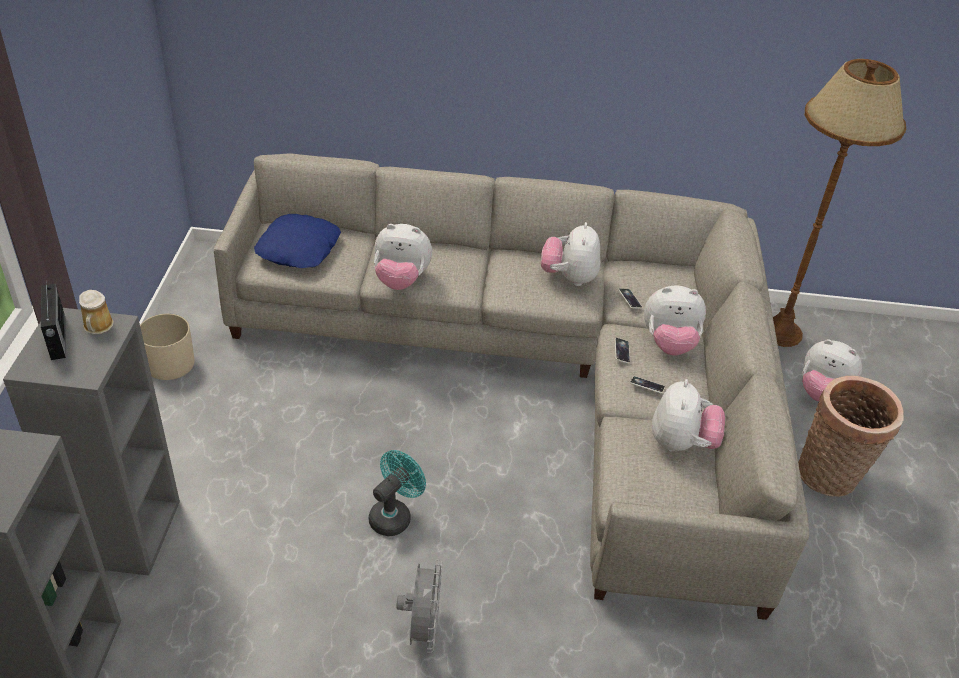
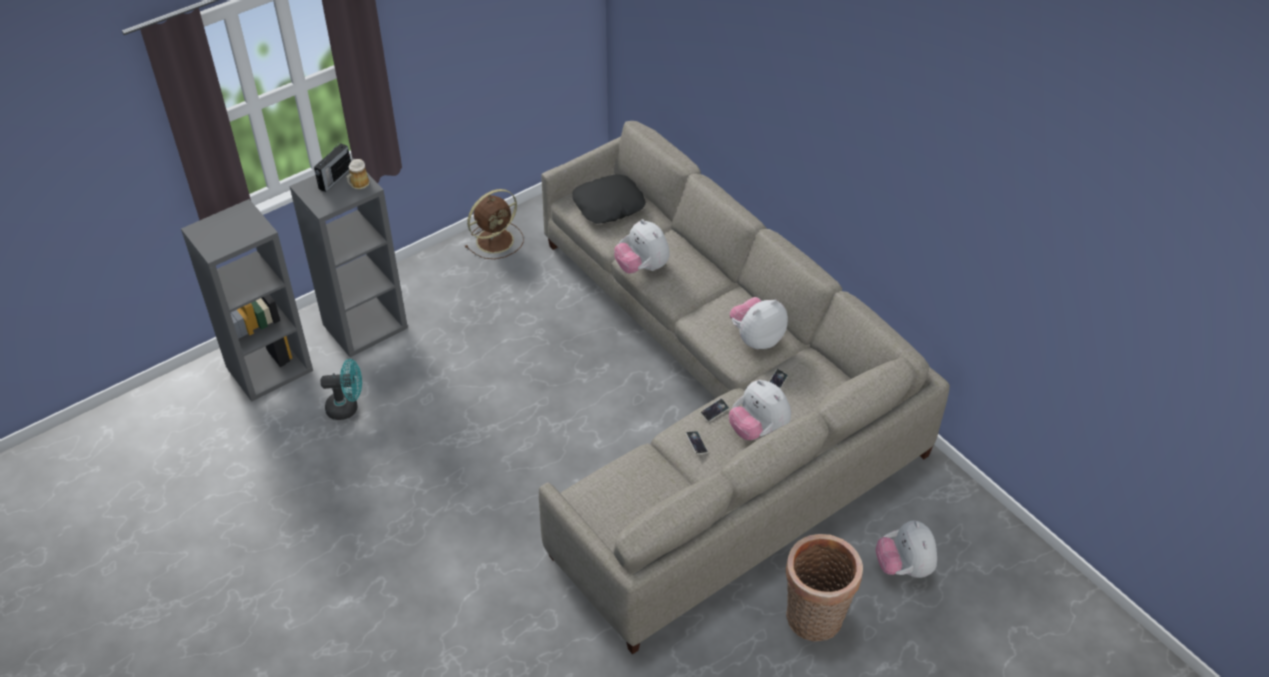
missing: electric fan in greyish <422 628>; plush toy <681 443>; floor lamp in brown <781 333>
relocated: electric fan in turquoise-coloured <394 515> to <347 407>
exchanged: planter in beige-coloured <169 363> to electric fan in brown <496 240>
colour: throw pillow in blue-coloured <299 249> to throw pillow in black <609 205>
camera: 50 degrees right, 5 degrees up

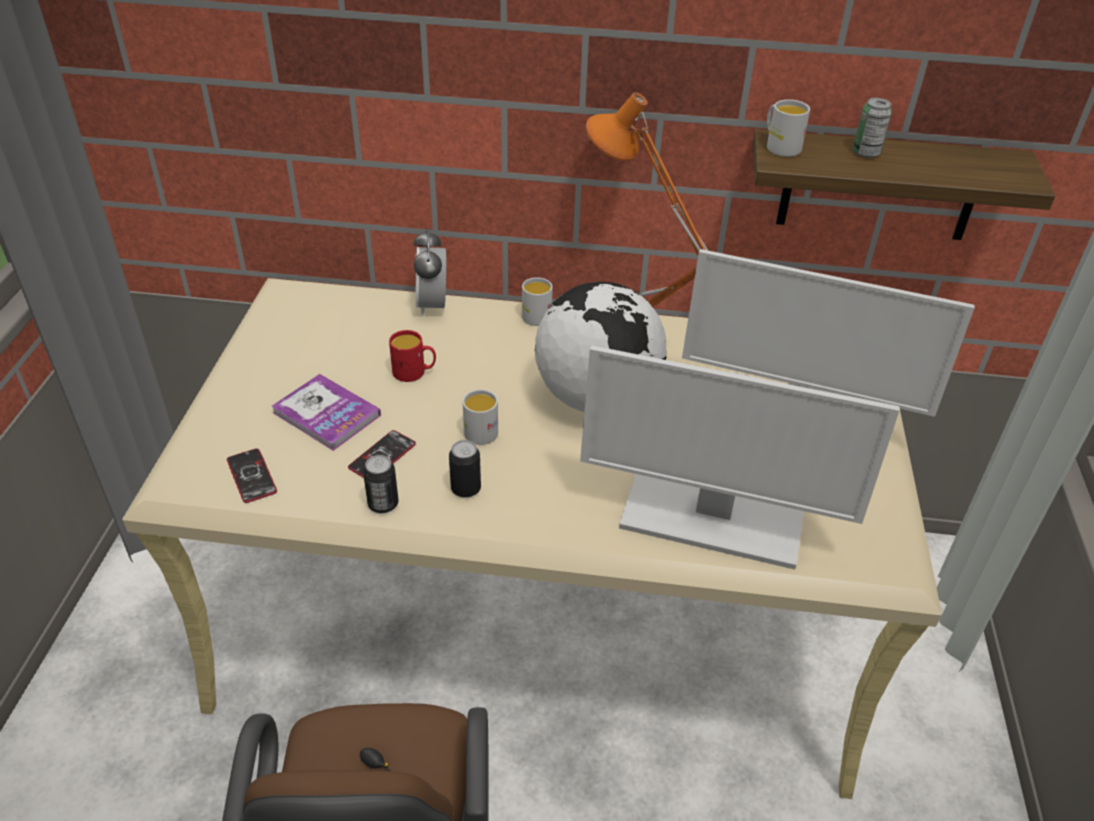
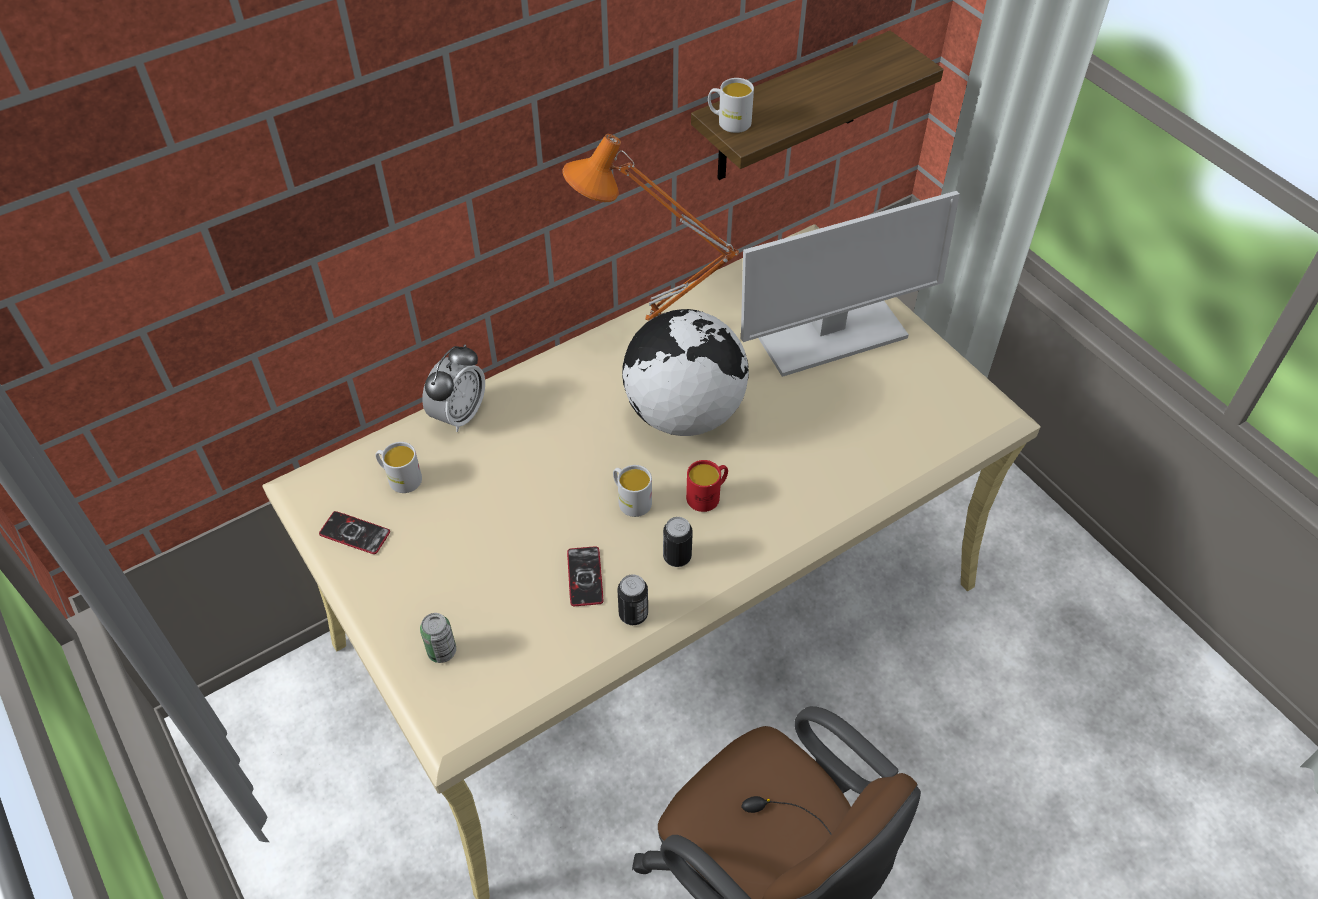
missing: book <326 414>; monitor <710 518>
relocated: phone <252 476> to <355 533>; tea mug in whitish <534 314> to <400 478>; can <866 152> to <442 651>; tea mug in red <414 372> to <708 495>
spun: bedside clock <432 305> = <459 415> 105 degrees counterclockwise
camera: 40 degrees left, 10 degrees up

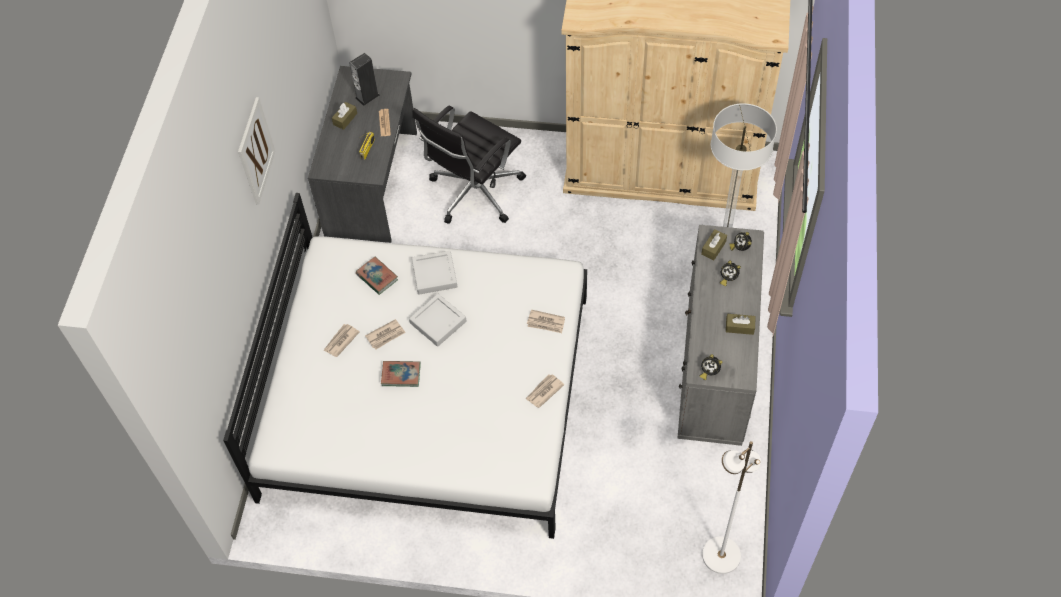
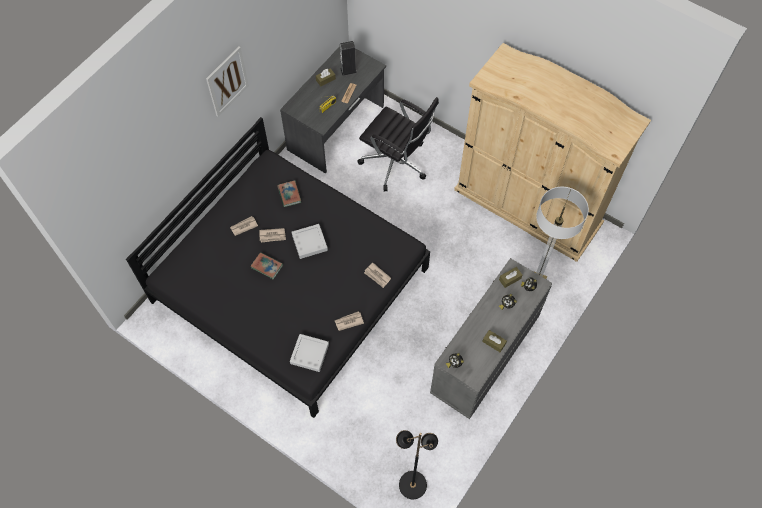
relocated: tray in greyish <434 275> to <309 354>
colour: sleeping bed in whitish <427 394> to sleeping bed in black <290 284>; floor lamp in whitish <720 555> to floor lamp in black <412 484>
spun: office chair in black <474 193> = <396 163> 120 degrees counterclockwise
camera: 25 degrees right, 5 degrees up

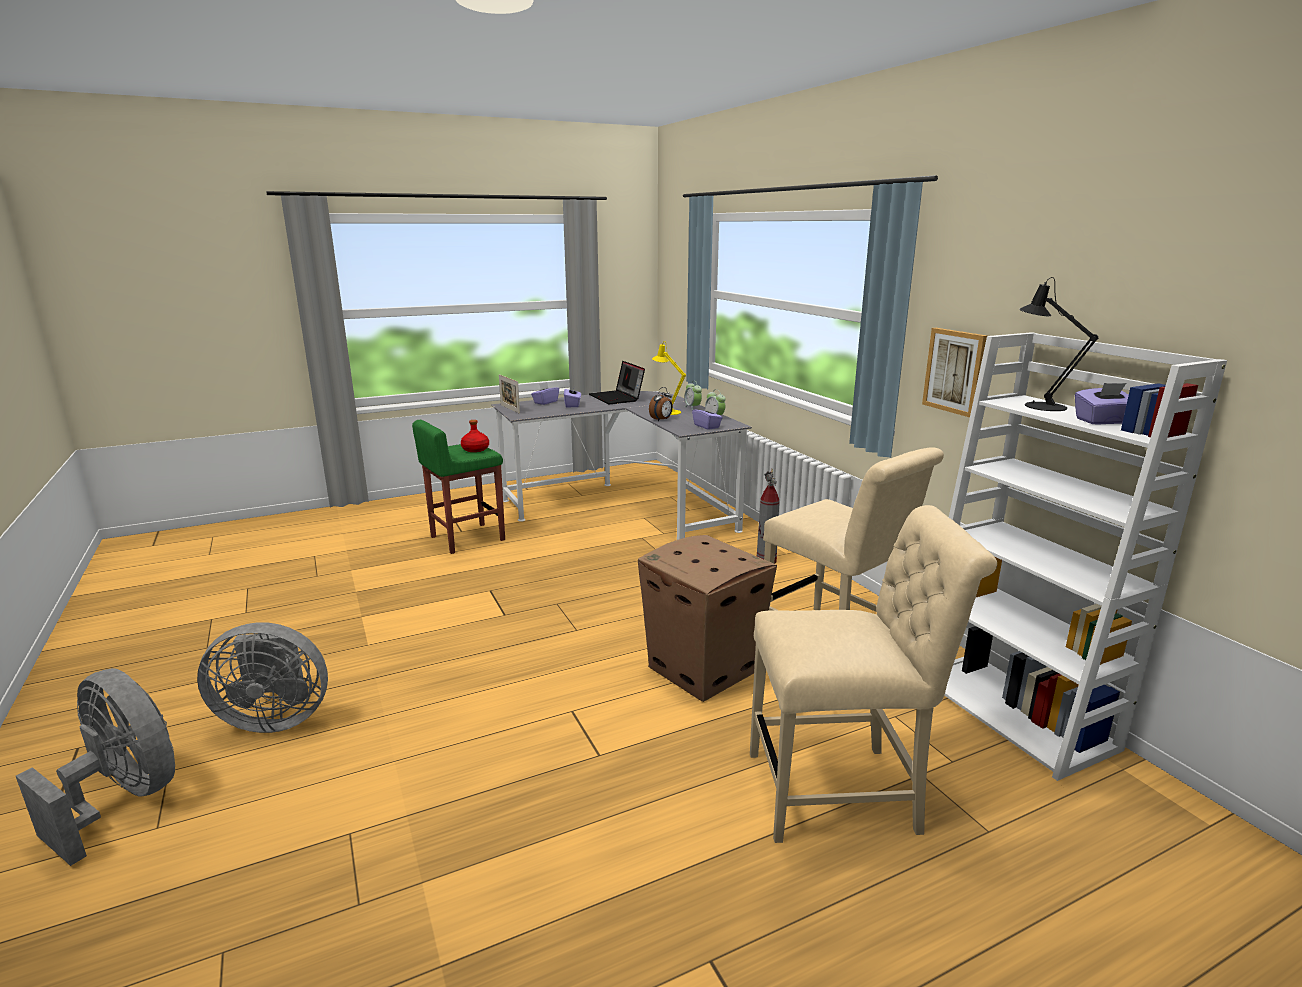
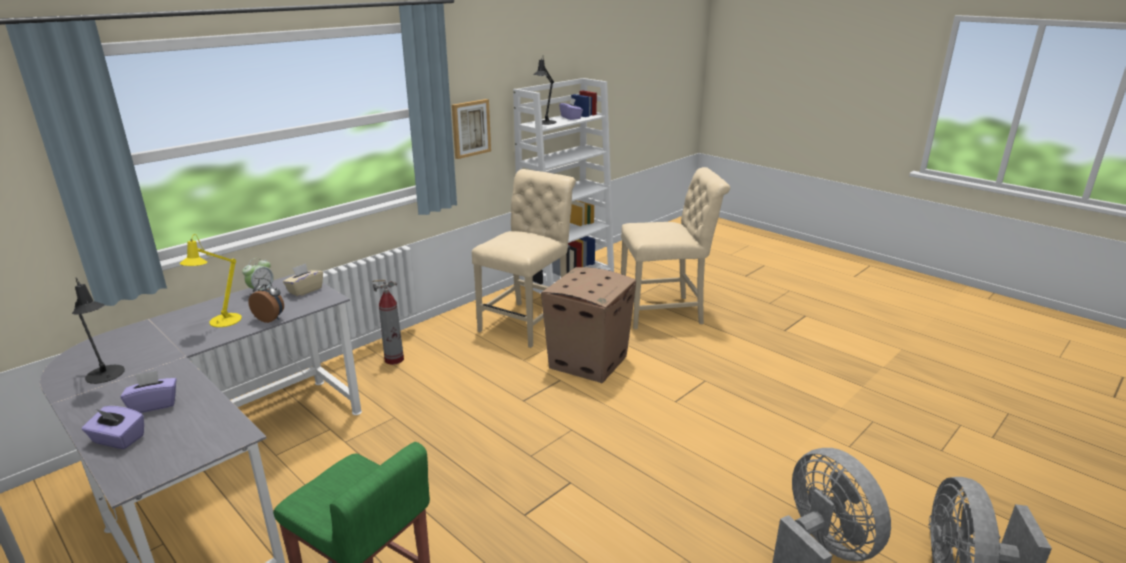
missing: drink bottle in red <475 449>; picture frame <510 409>; bedside clock <692 408>
exchanged: laptop <617 398> to table lamp in black <106 376>
colour: box of tissues in purplish <707 426> to box of tissues in beige-coloured <305 290>
spun: plain chair in beige-coloured <842 792> = <666 312> 105 degrees clockwise
camera: 110 degrees left, 5 degrees up

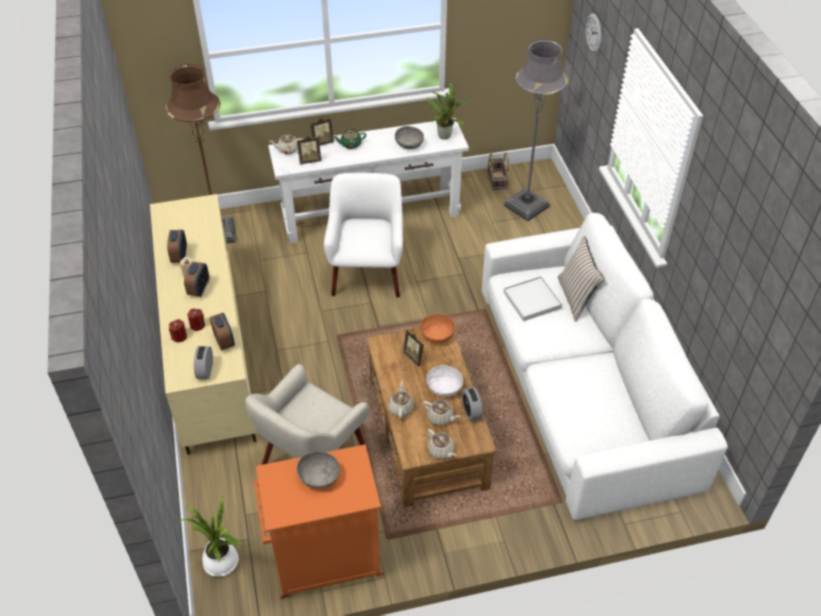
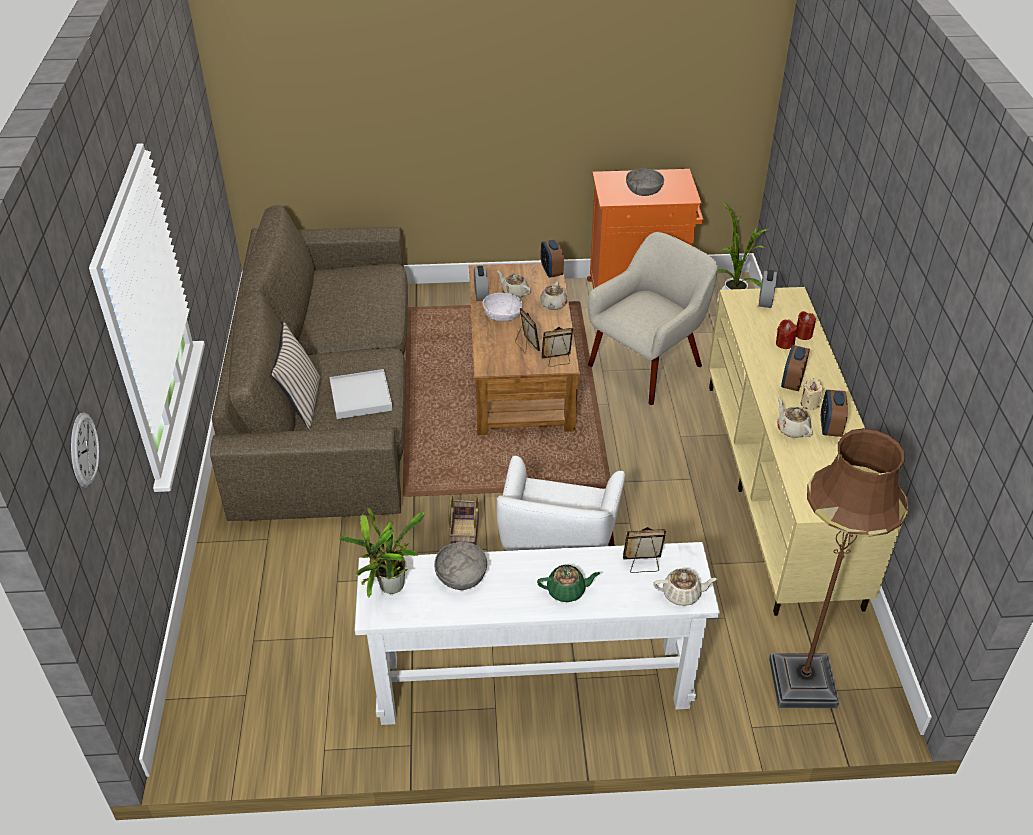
missing: deep dish in orange-coloured <437 335>; floor lamp in greyish <526 206>
relocated: household basket <498 181> to <464 535>; bedside clock <224 341> to <551 271>; picture frame <322 142> to <557 361>; teapot in beige-coloured <441 450> to <792 429>
colour: sofa in whitish <582 385> to sofa in brown <329 396>
camera: 170 degrees left, 5 degrees down

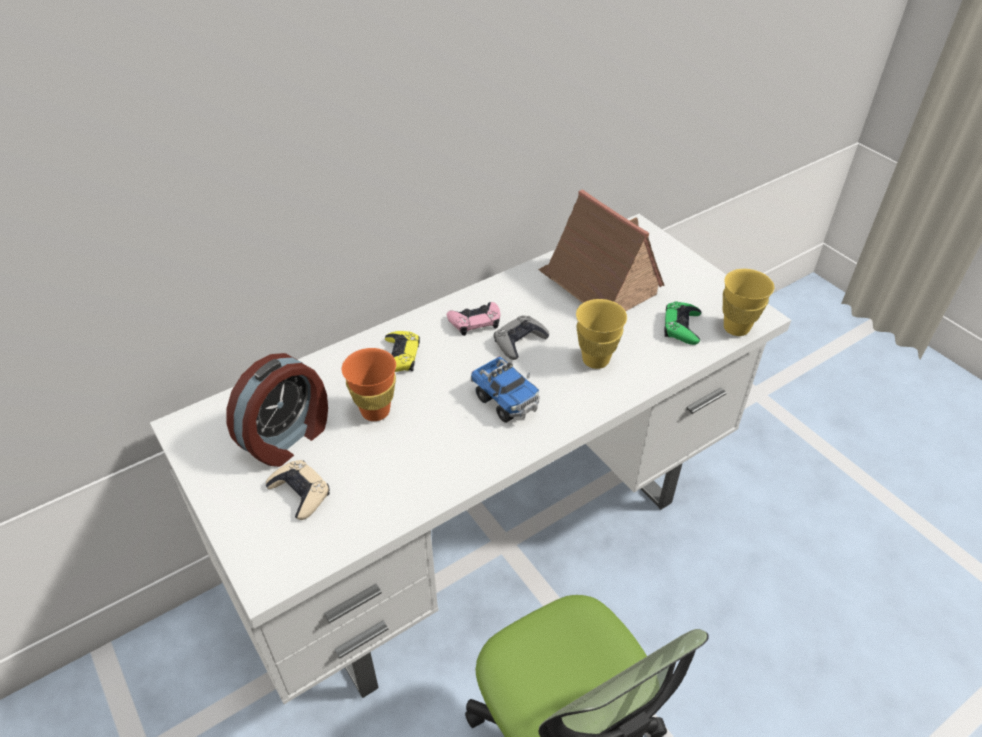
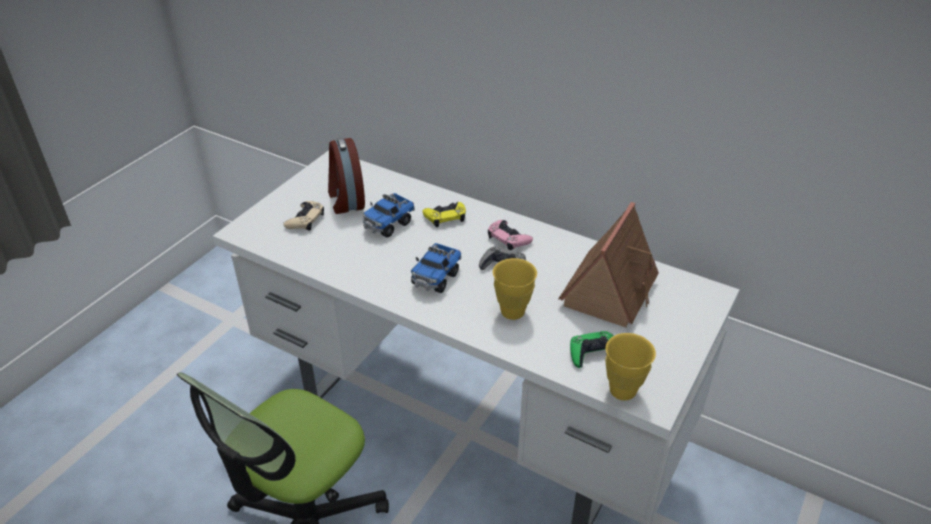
exchanged: small cup in orange-coloured <375 411> to model truck <388 224>
spun: bedside clock <288 437> = <345 199> 60 degrees clockwise
camera: 65 degrees right, 5 degrees down

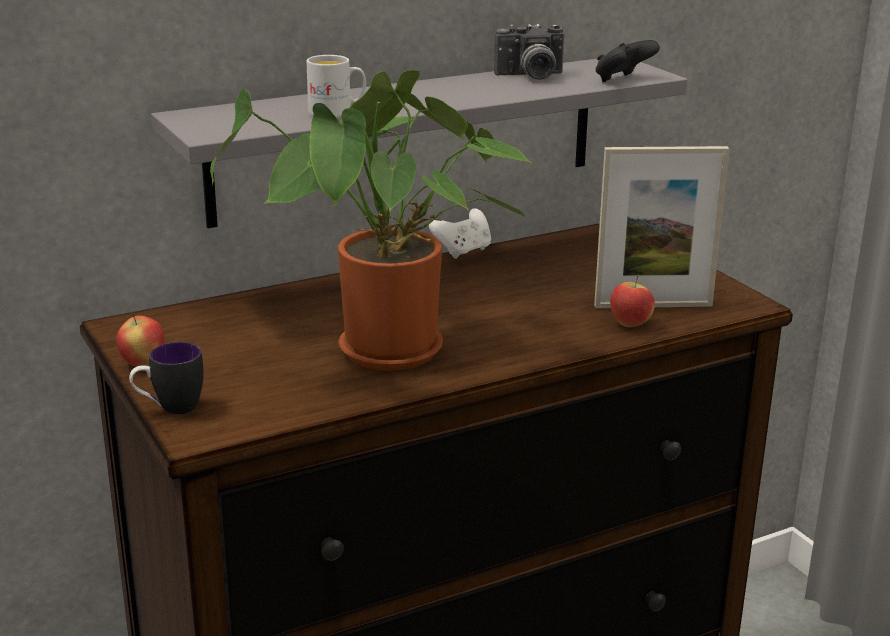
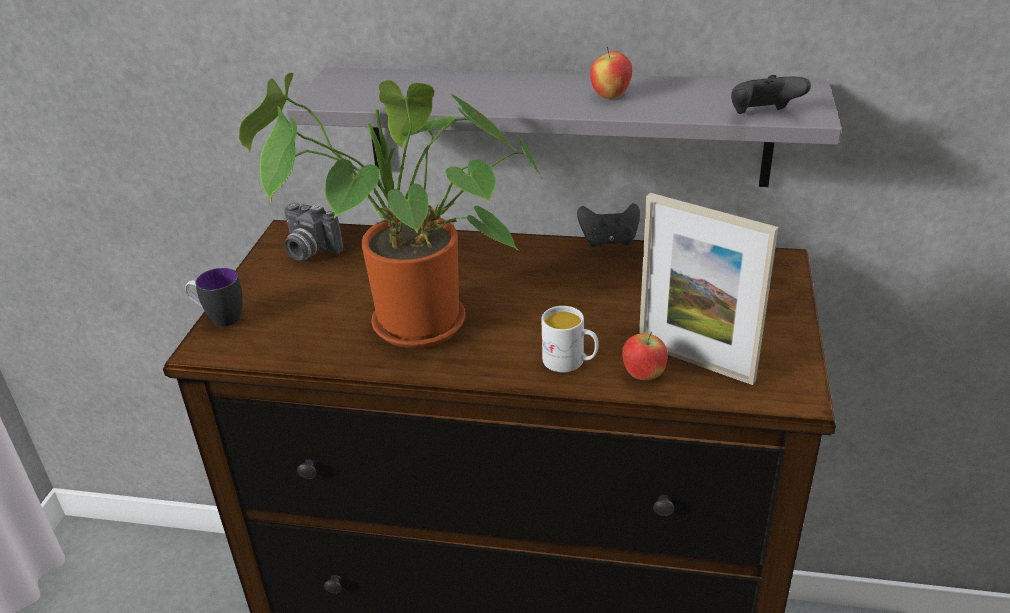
relocated: photo camera <530 76> to <309 251>; tea mug in whitish <337 112> to <570 362>; apple fruit <142 363> to <610 96>
colour: gamepad in whitish <463 251> to gamepad in black <609 241>
camera: 40 degrees right, 10 degrees up

